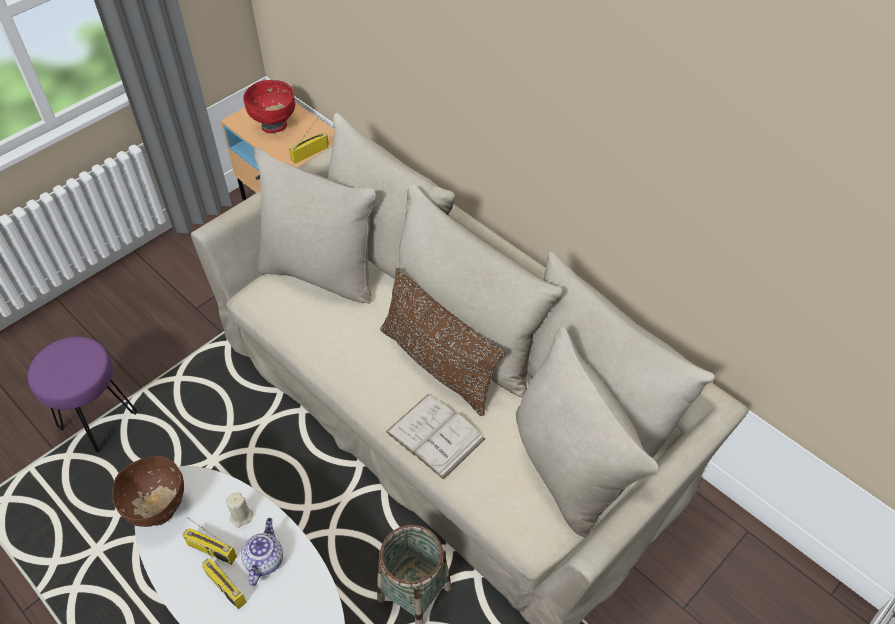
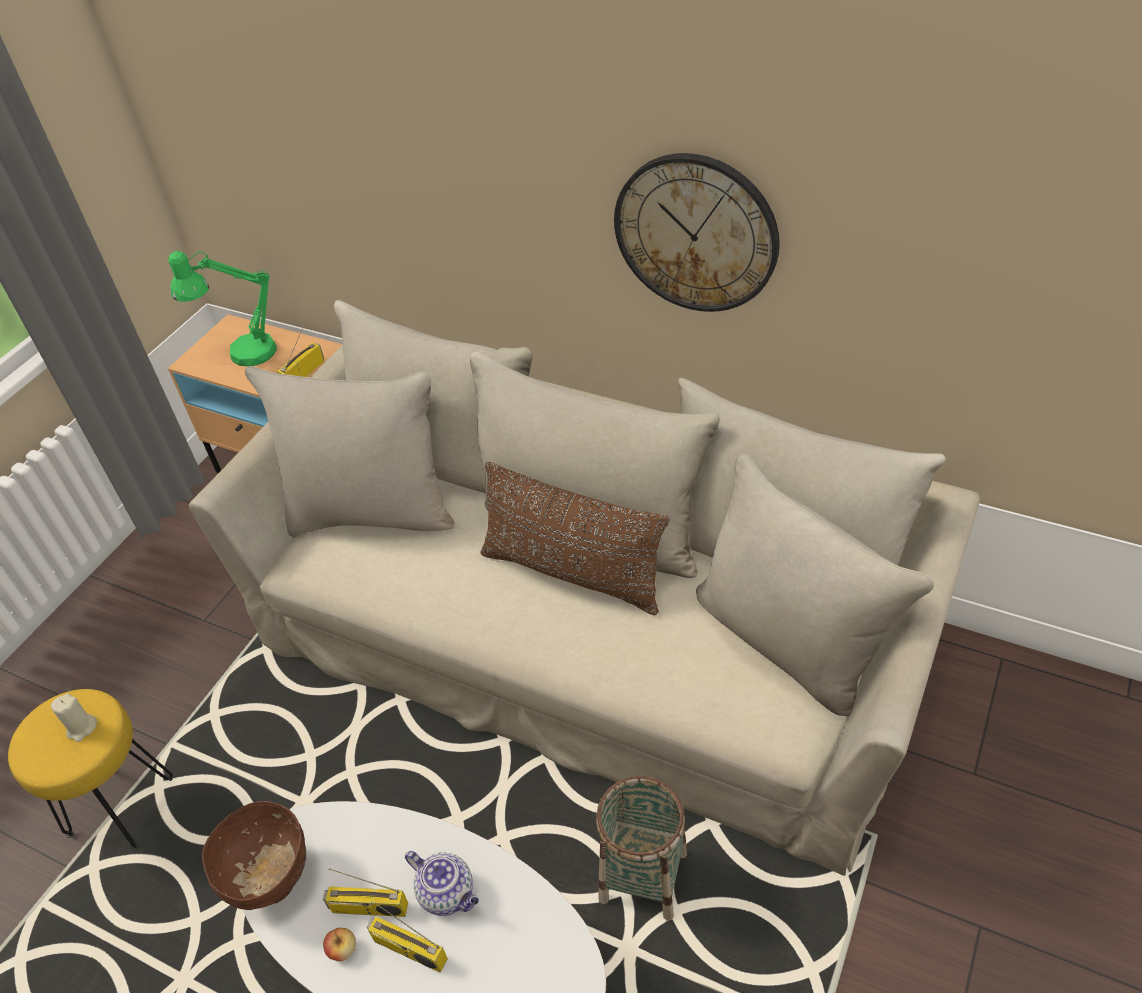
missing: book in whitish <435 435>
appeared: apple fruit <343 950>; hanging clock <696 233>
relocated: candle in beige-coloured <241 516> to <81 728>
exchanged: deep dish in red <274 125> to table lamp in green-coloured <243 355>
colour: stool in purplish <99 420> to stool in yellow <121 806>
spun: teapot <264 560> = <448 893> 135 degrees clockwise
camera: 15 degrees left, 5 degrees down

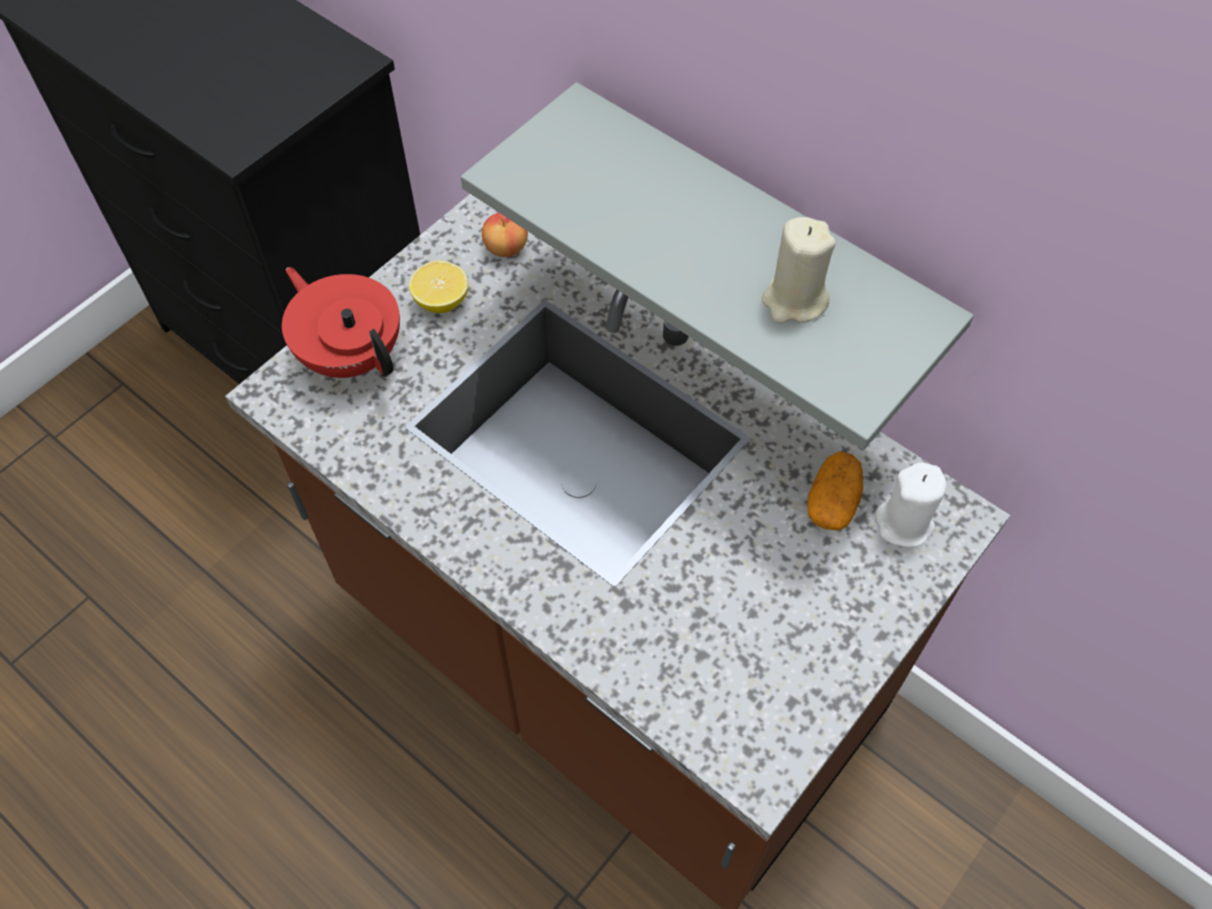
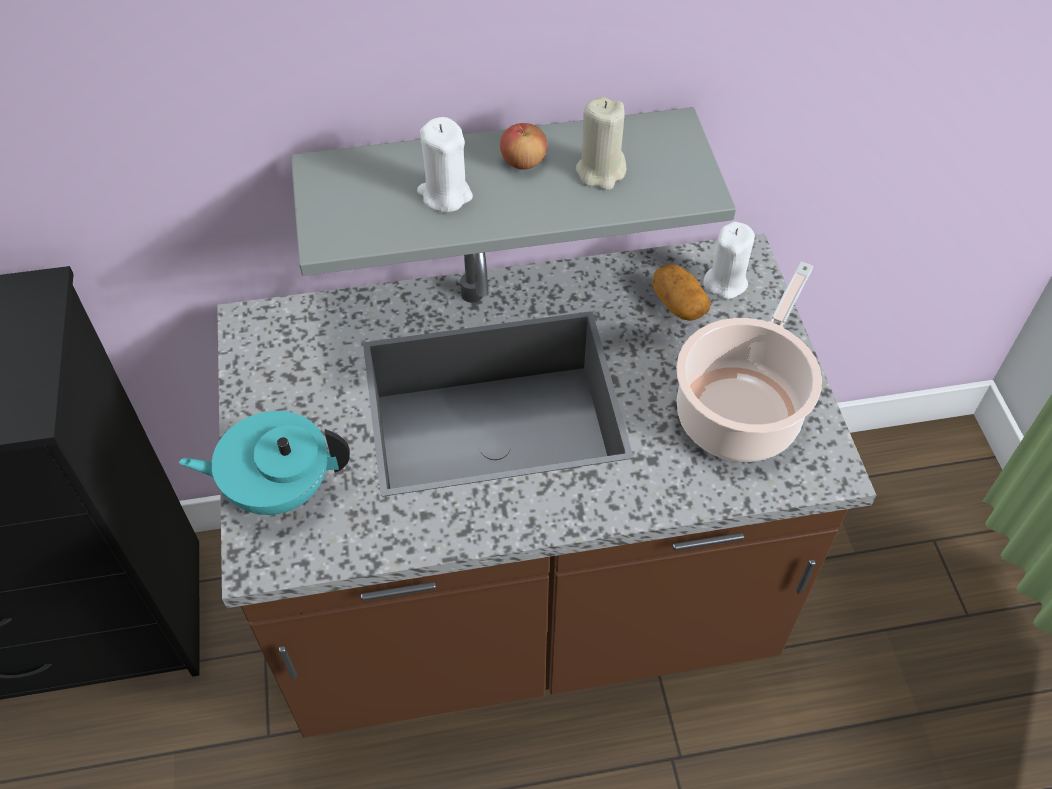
missing: lemon <441 301>
appeared: candle in whitish <445 194>; saucepot <741 409>
relocated: apple fruit <506 248> to <523 162>
colour: teapot in red <351 353> to teapot in turquoise-coloured <278 488>
camera: 50 degrees left, 5 degrees down

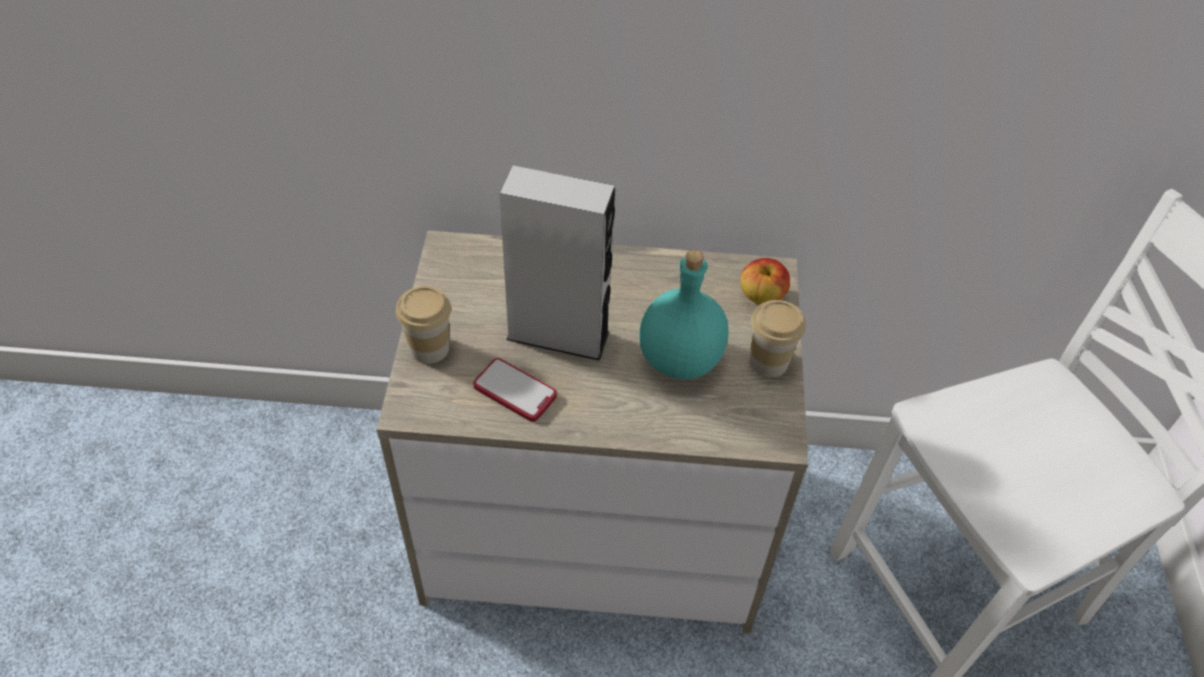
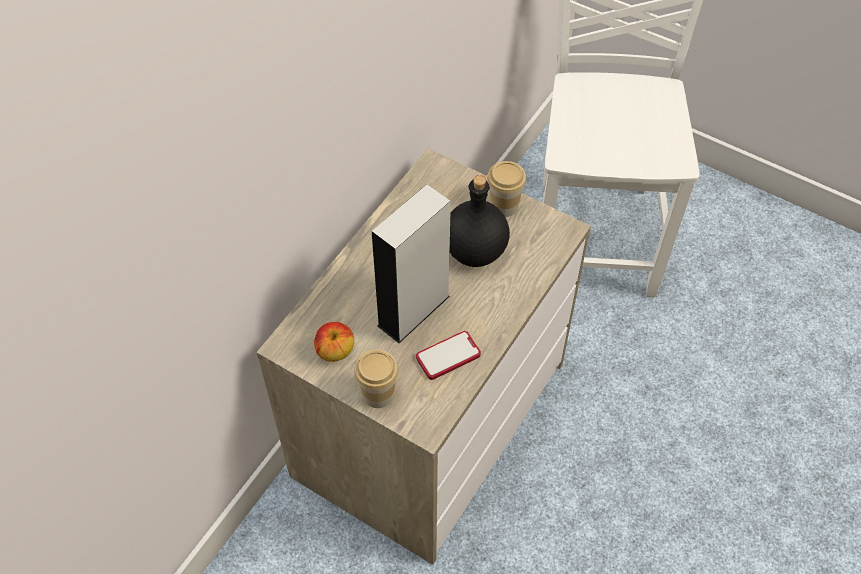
relocated: apple fruit <761 297> to <335 351>
colour: drink bottle in turquoise-coloured <678 360> to drink bottle in black <475 252>
camera: 60 degrees left, 5 degrees up

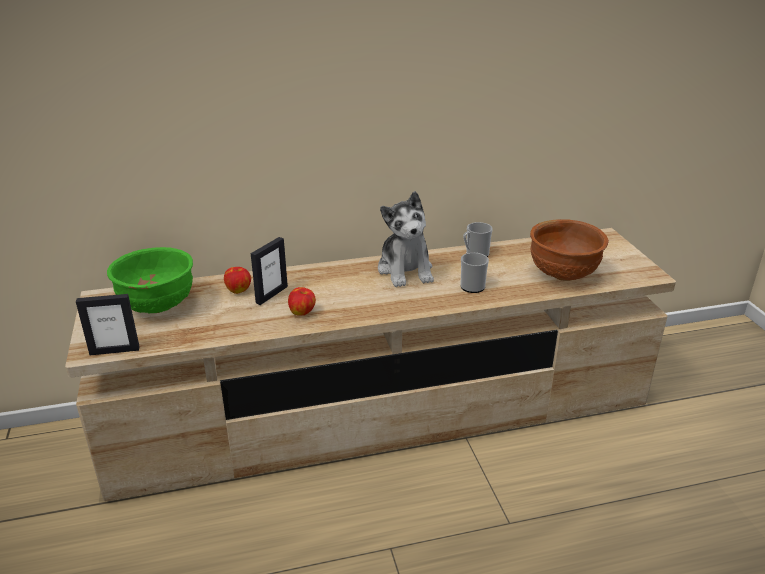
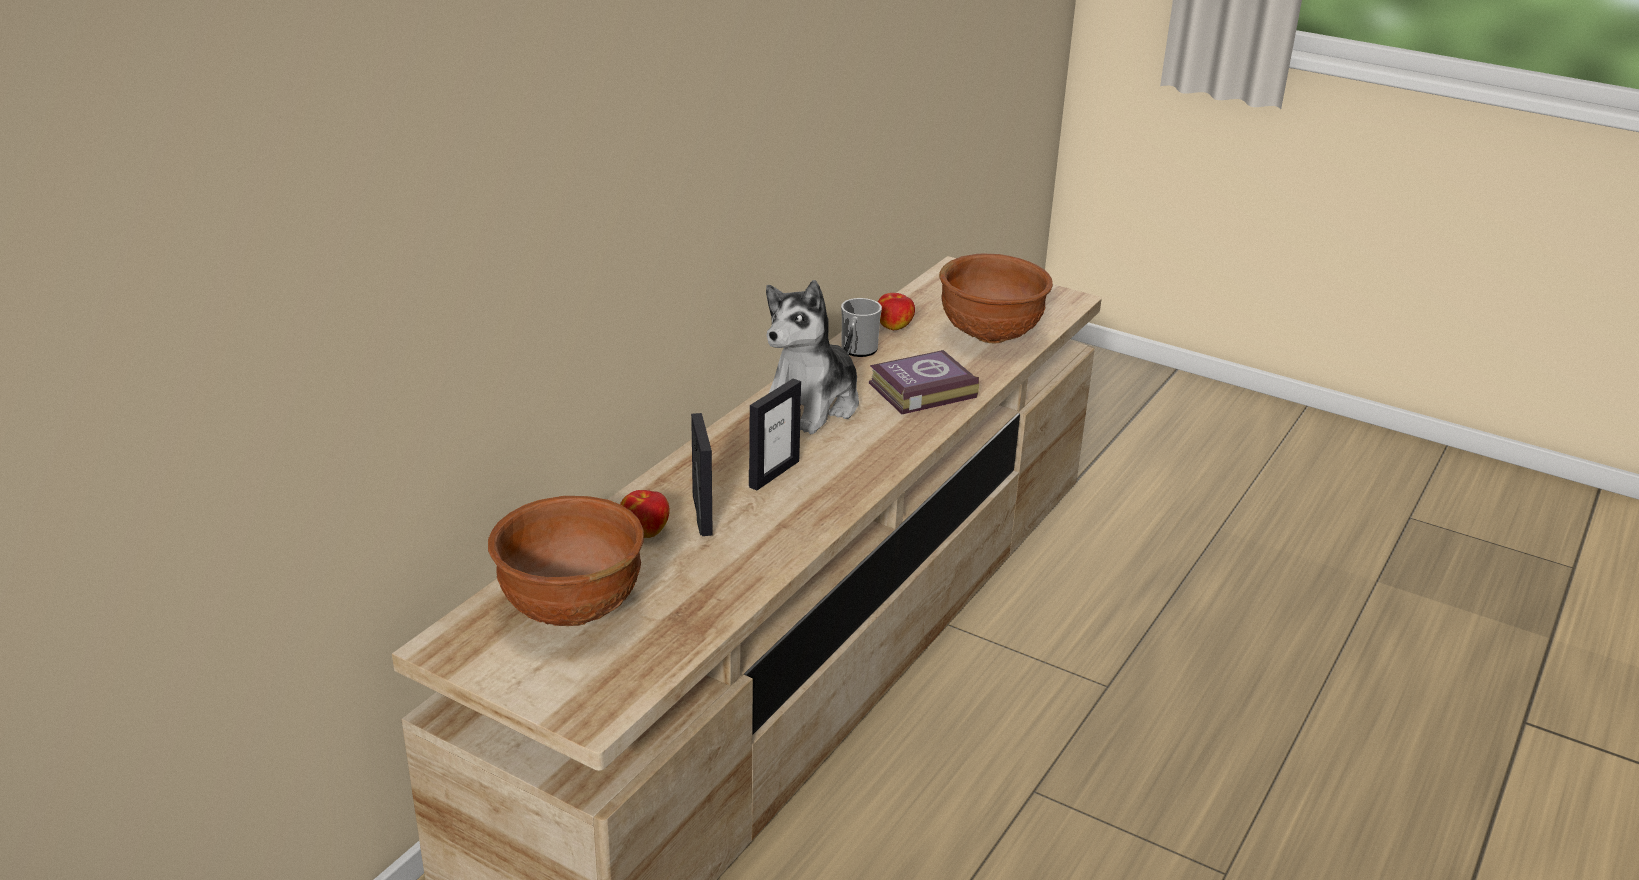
relocated: picture frame <114 350> to <773 474>; apple fruit <302 312> to <894 326>
exchanged: tea mug <473 285> to book <919 390>
colour: deep dish in green-coloured <159 306> to deep dish in brown <571 608>
spun: plush toy <406 270> = <812 405> 90 degrees clockwise
camera: 45 degrees left, 0 degrees up

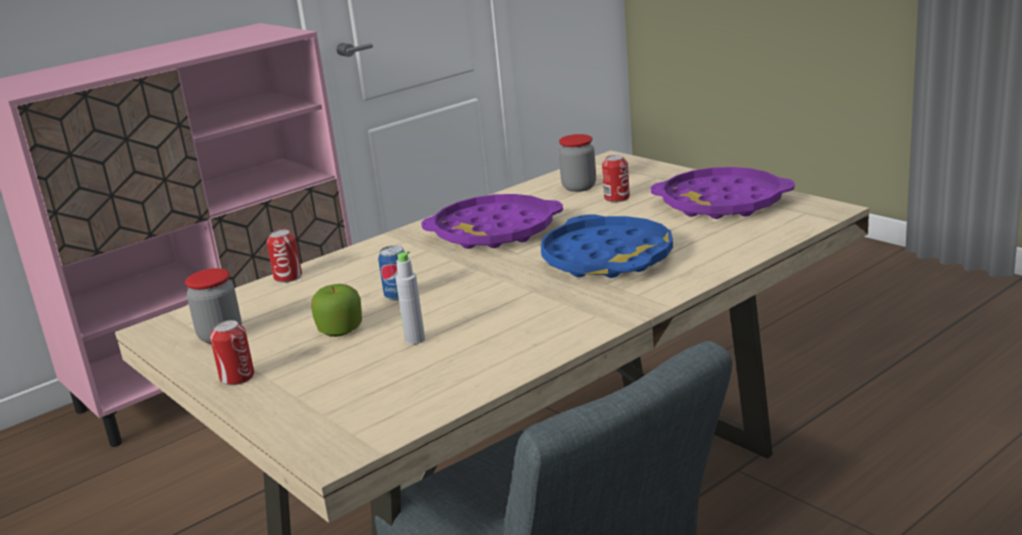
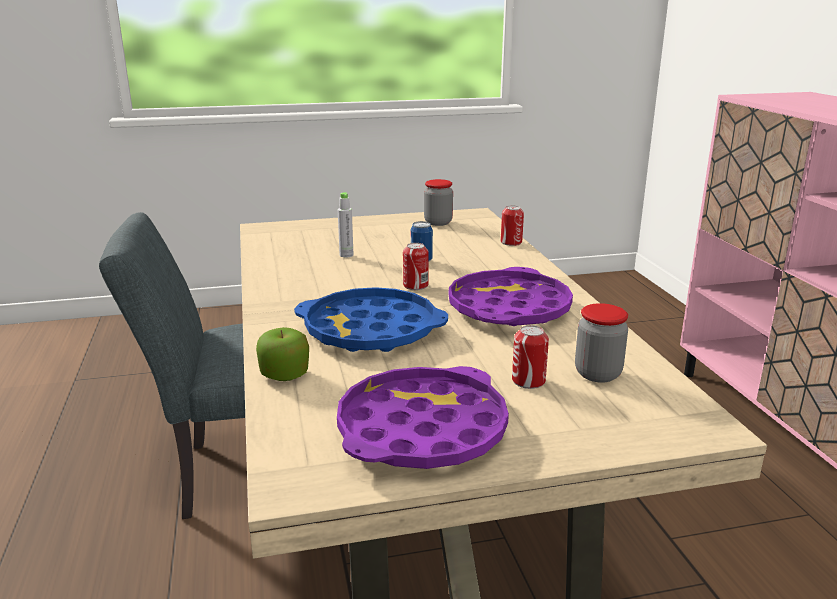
relocated: apple fruit <340 330> to <285 375>; can <237 377> to <415 285>
camera: 115 degrees right, 0 degrees up

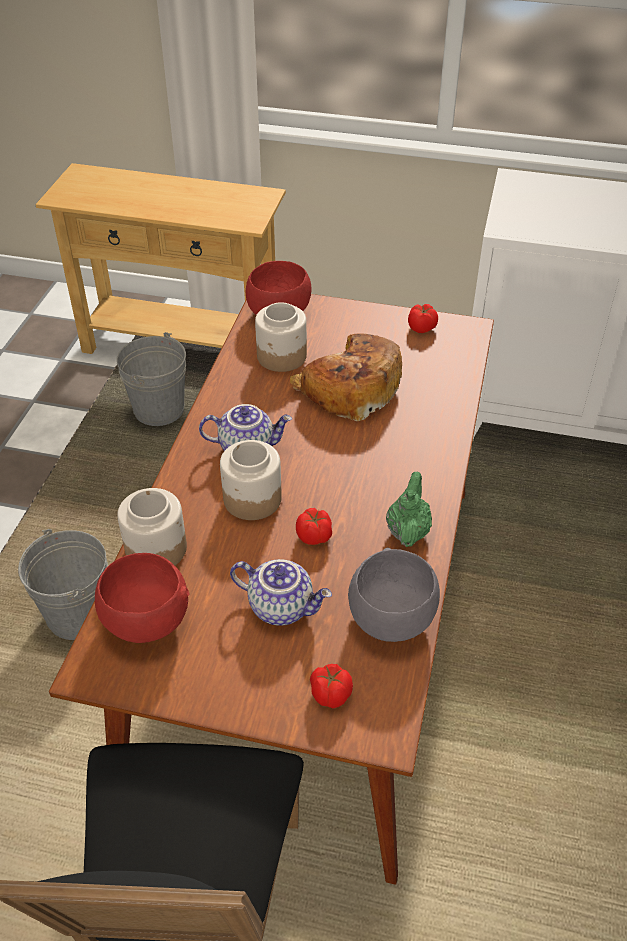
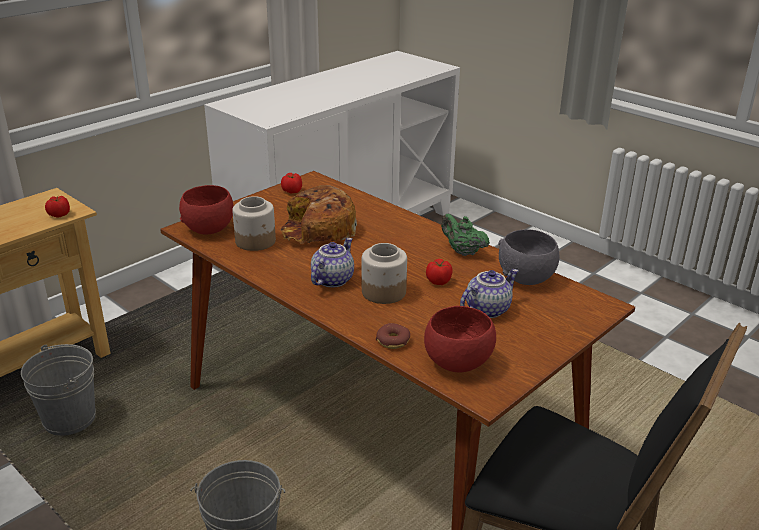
relocated: tomato <330 694> to <59 215>
exchanged: preserve jar <156 548> to ring doughnut <393 341>
camera: 60 degrees left, 15 degrees down

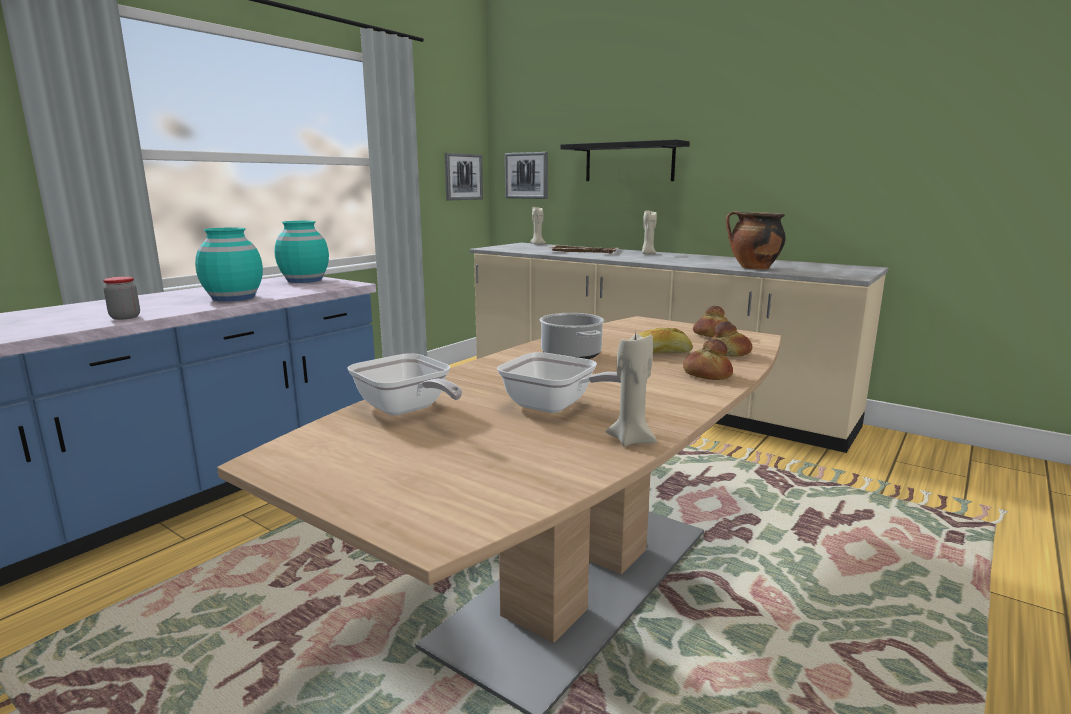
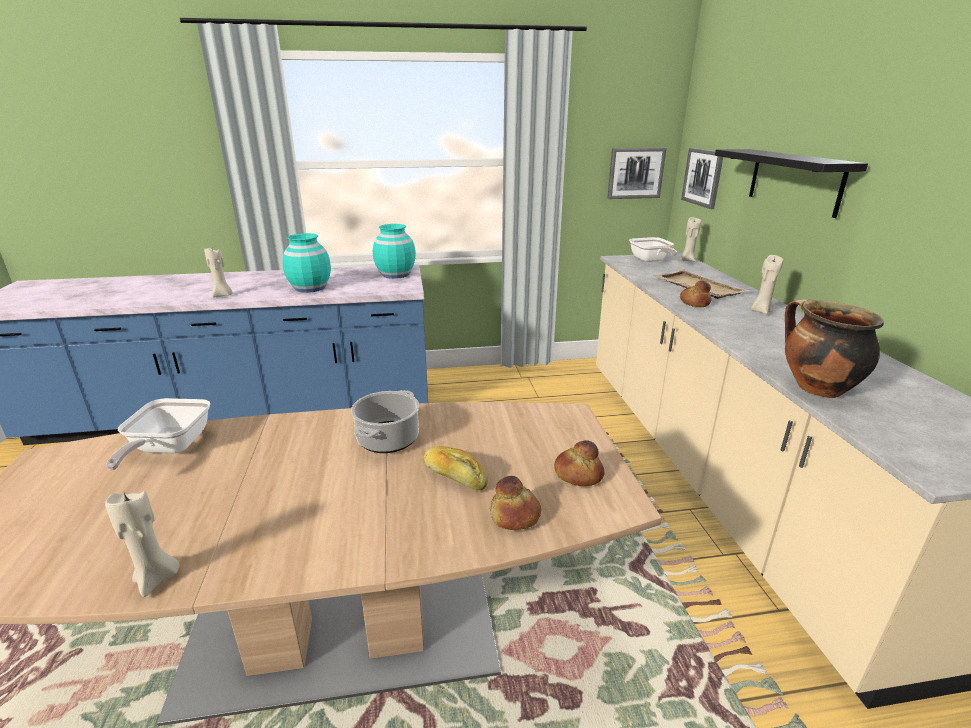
relocated: skillet <556 407> to <650 261>; bakery bread <707 374> to <695 303>
exchanged: preserve jar <125 317> to candle in beige-coloured <223 295>
camera: 45 degrees right, 10 degrees up

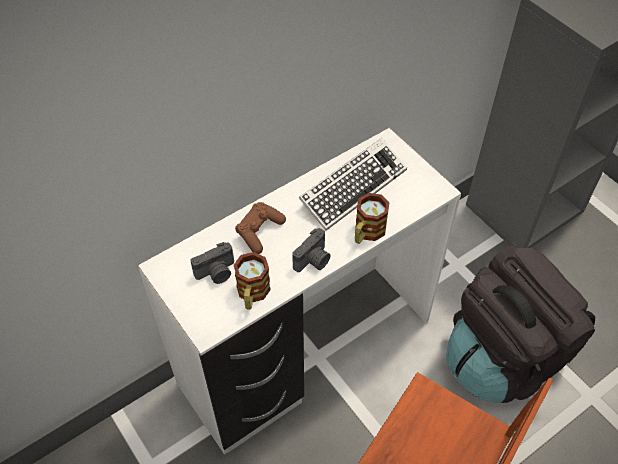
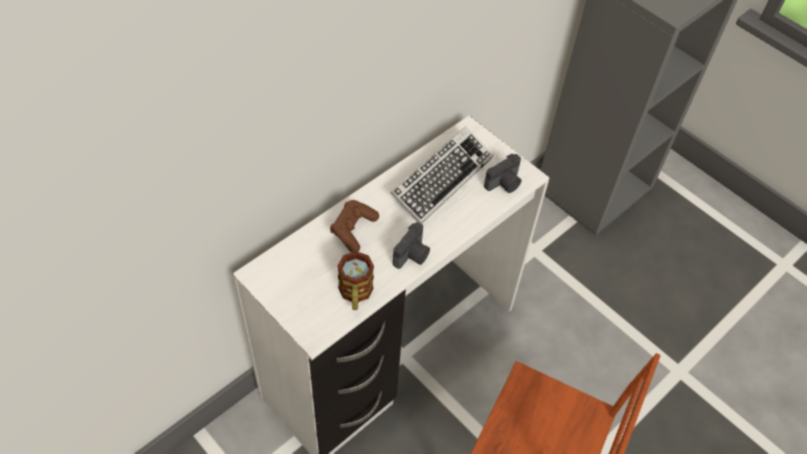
missing: tea mug <367 233>; backpack in black <504 357>
relocated: photo camera <216 273> to <504 184>
camera: 10 degrees left, 0 degrees up

